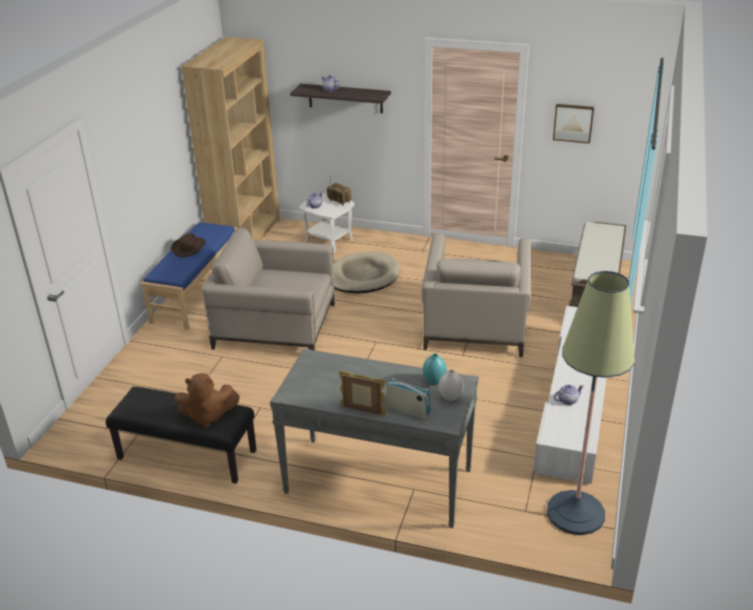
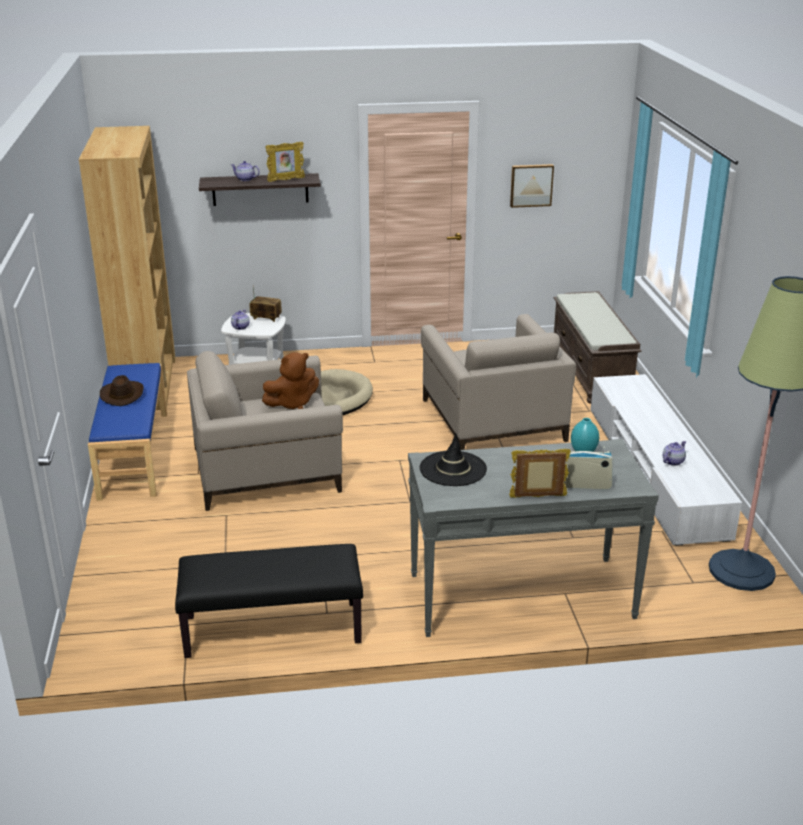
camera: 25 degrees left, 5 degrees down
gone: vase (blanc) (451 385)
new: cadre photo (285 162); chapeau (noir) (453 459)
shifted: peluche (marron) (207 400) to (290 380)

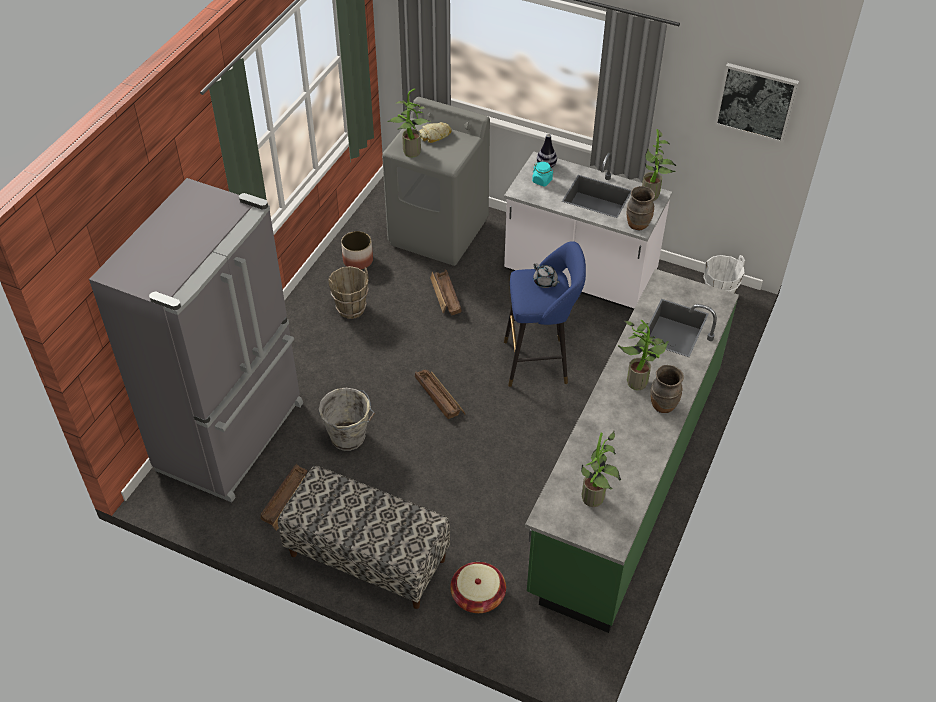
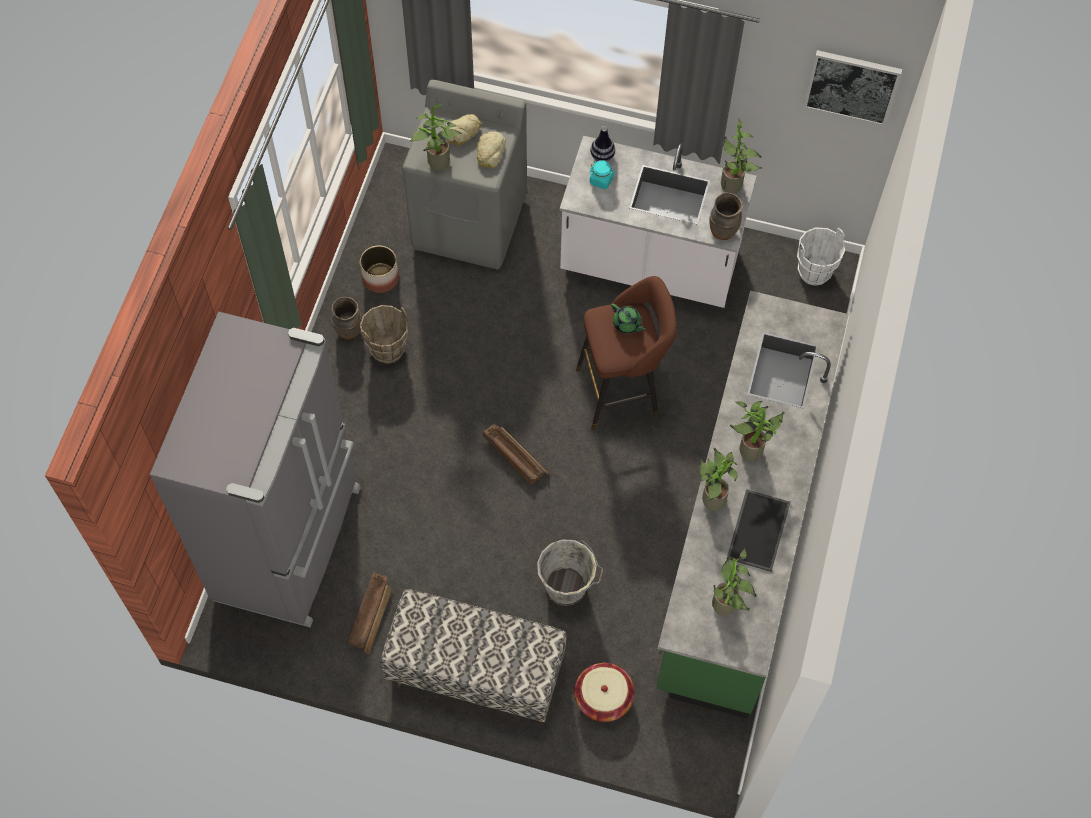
camera: 10 degrees left, 15 degrees up
gone: caisse (446 292)
new: pain (491 150); plante en pot (719 479); plateau (758 530)
shifted: seau (gris) (346 419) to (570 573); vase (marron) (667 389) to (347 318)
repainted: tabouret (bleu) (545 314) to tabouret (marron) (626 353); théière (gris) (546 275) to théière (vert) (628 319)

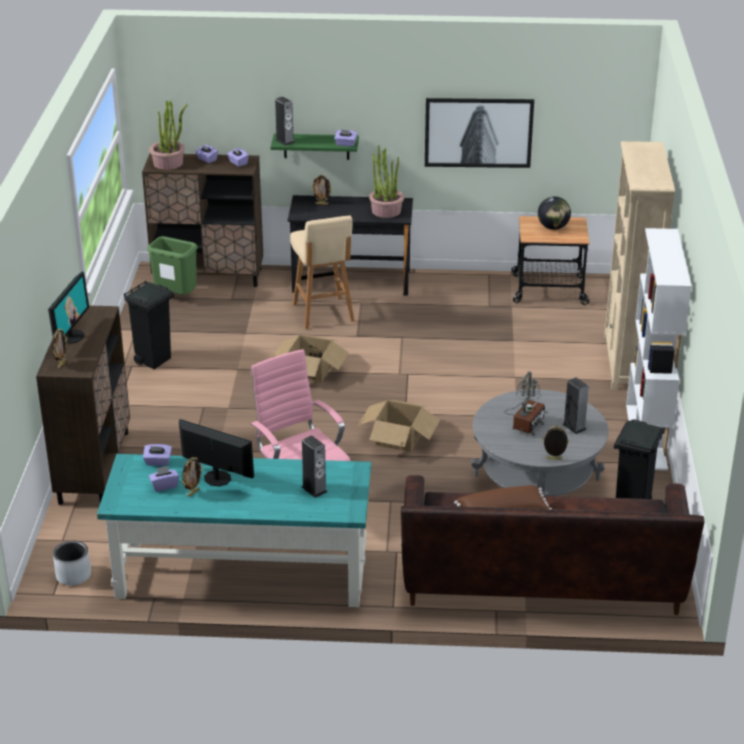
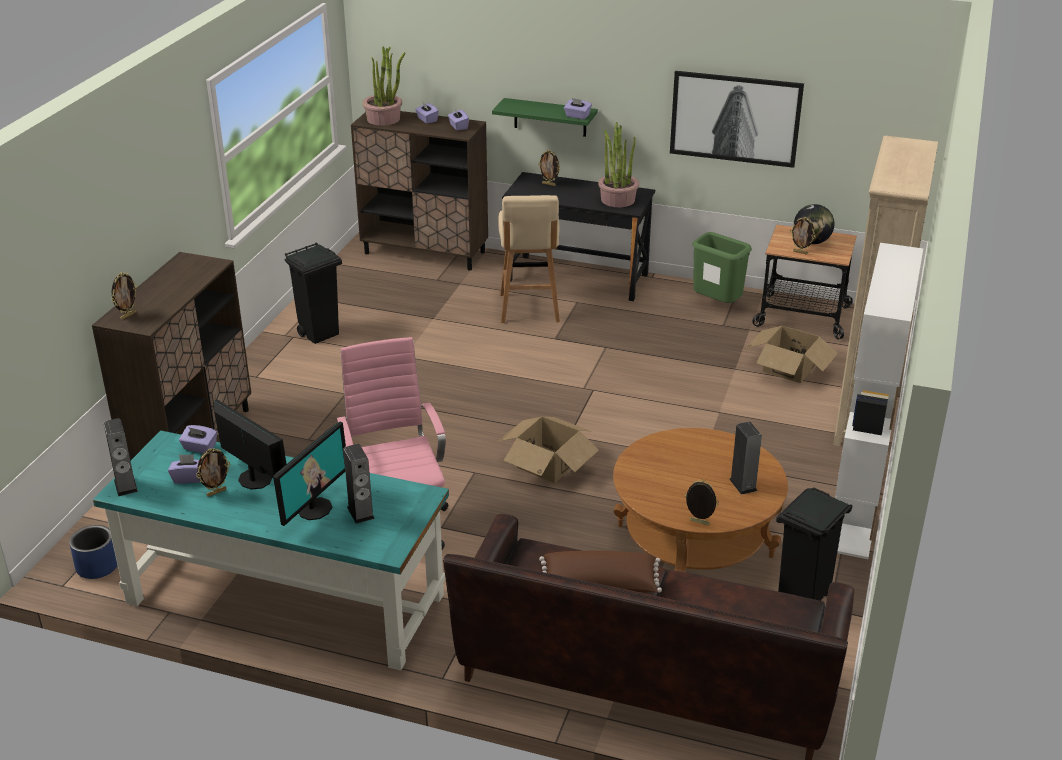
camera: 15 degrees right, 0 degrees up
gone: lampe de table (527 403)
new: cadre photo (803 236)
shifted: écran d'ordinateur (68 308) to (309 474); poubelle (vert) (172 265) to (722 267); carton (310 358) to (792 354); enceinte (285 121) to (120 457)
repainted: cache-pot (gris) (72 563) to cache-pot (bleu) (93 552); table basse (gris) (540 443) to table basse (marron) (700 500)

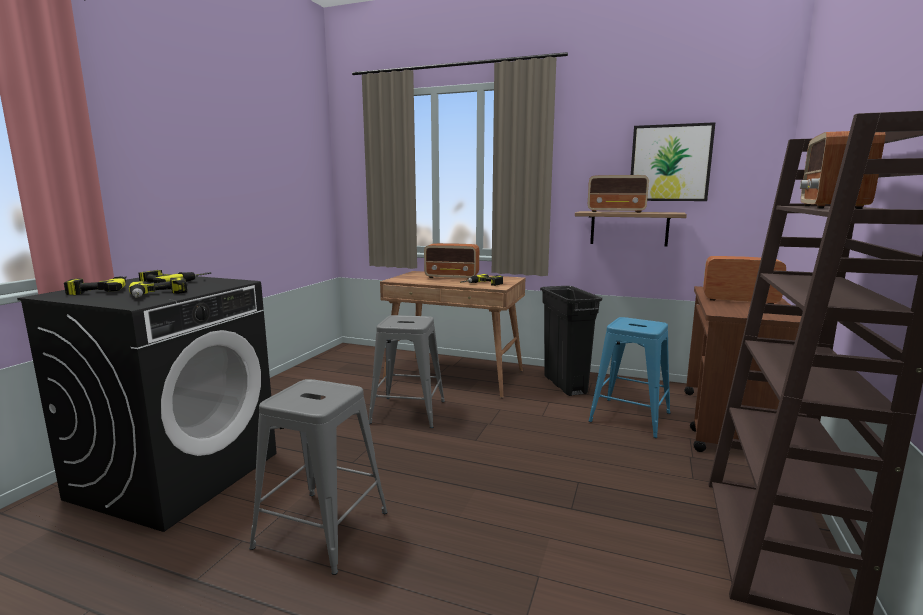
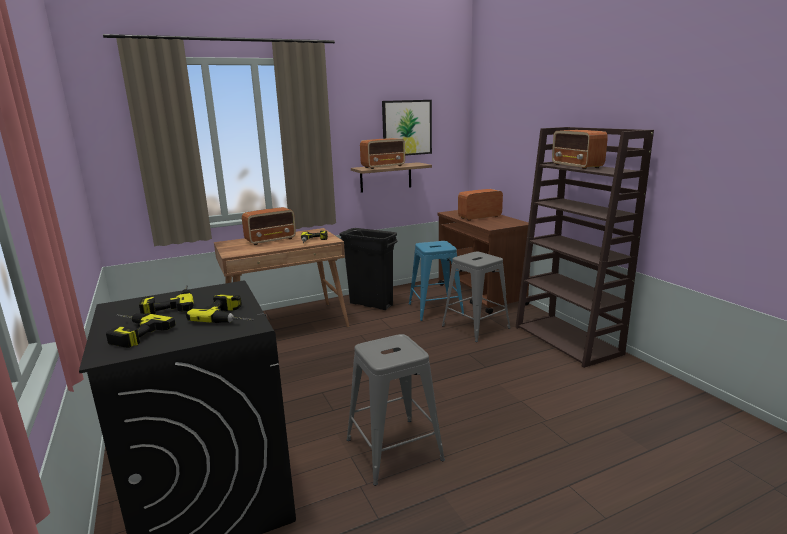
camera: 45 degrees left, 5 degrees up
shifted: tabouret (gris) (407 371) to (476 296)

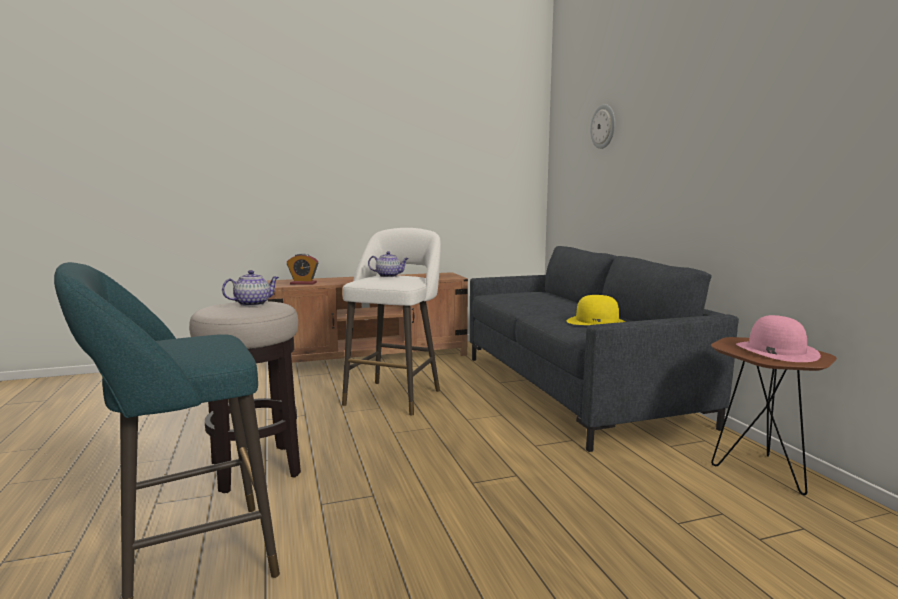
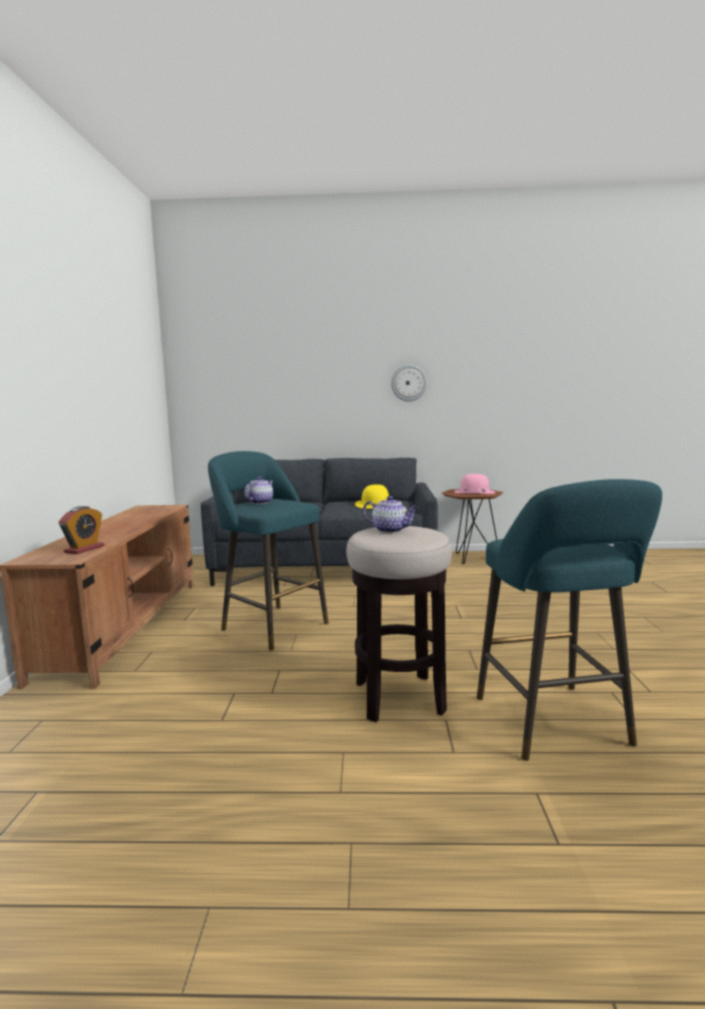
camera: 70 degrees left, 0 degrees up
shifted: horloge murale (602 126) to (409 383)
repainted: tabouret (blanc) (391 321) to tabouret (turquoise) (268 550)
rotated: théière (250 288) = (390 514) 135 degrees clockwise

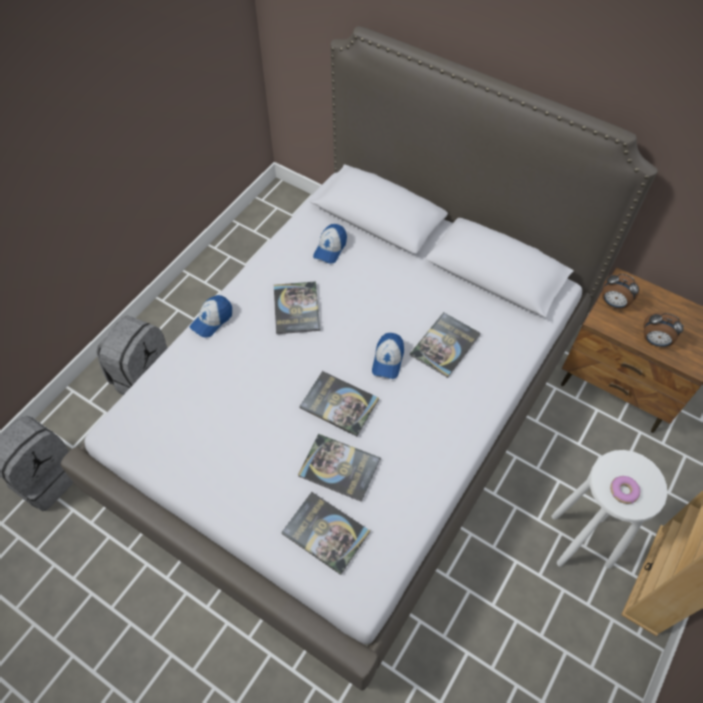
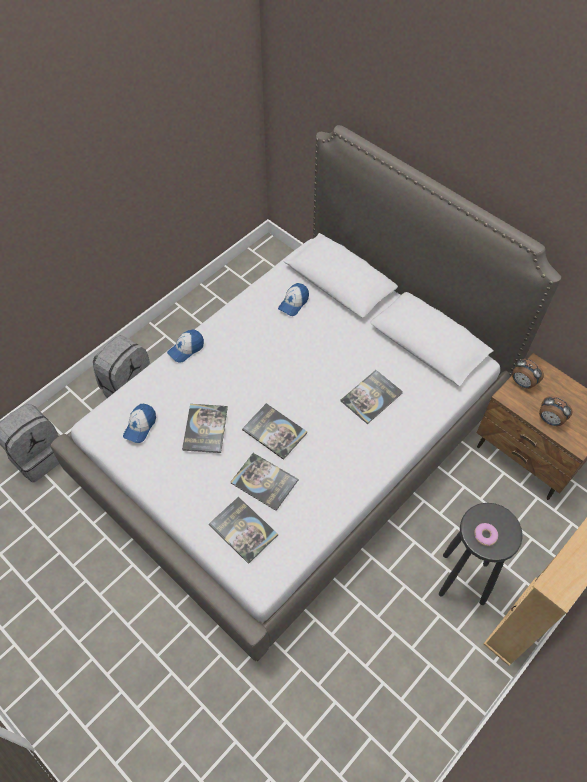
camera: 10 degrees right, 0 degrees up
shifted: livre (297 307) to (205 428); casquette (388 356) to (139 423)
repainted: tabouret (blanc) (609 509) to tabouret (noir) (481 554)

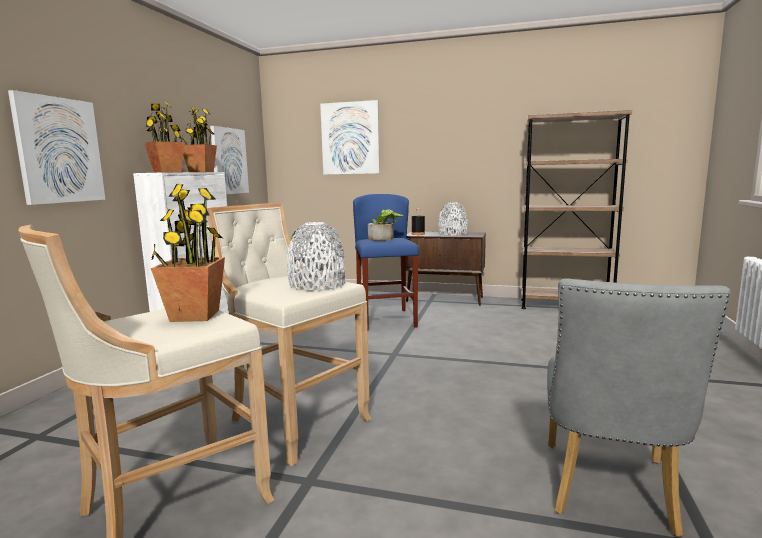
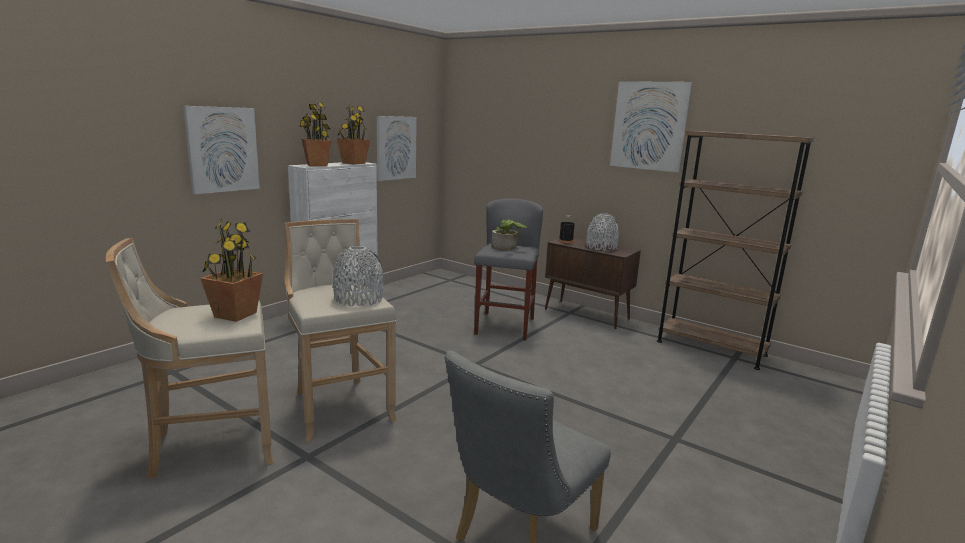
camera: 20 degrees right, 5 degrees up
shifted: tableau (350 137) to (651 127)
repainted: tabouret (bleu) (386 262) to tabouret (gris) (508 269)

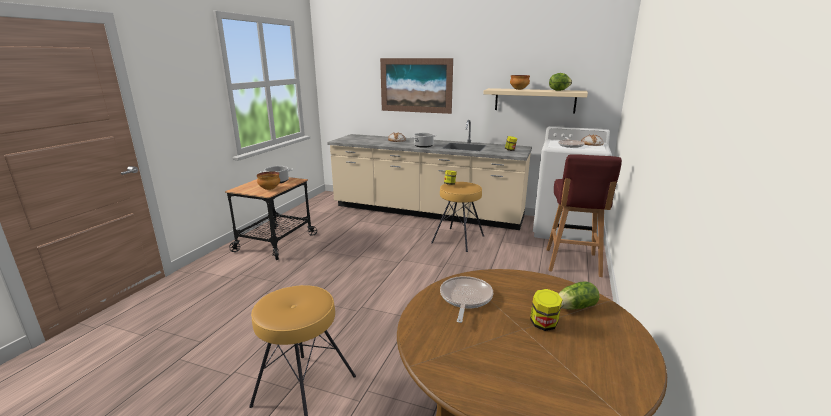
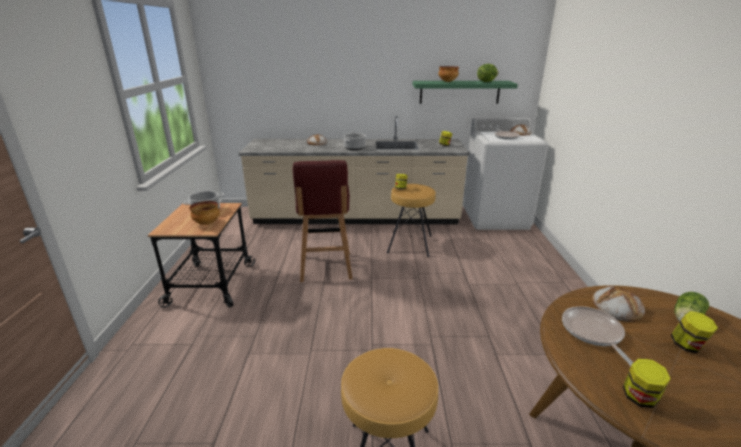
camera: 20 degrees left, 5 degrees up
gone: tableau (416 86)
new: pain (618 304); bocal (647 383)
shifted: tabouret (rouge) (584 215) to (323 221)
repainted: étagère (beige) (536 100) to étagère (vert) (465 92)

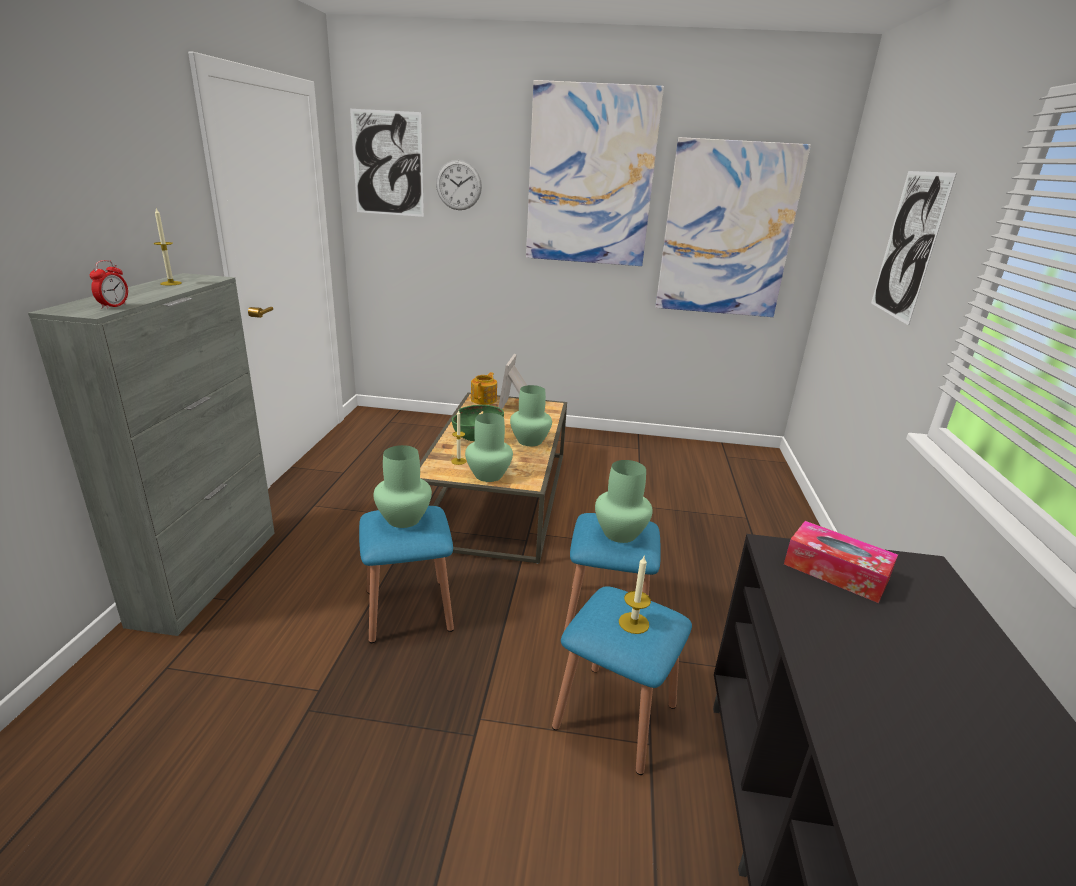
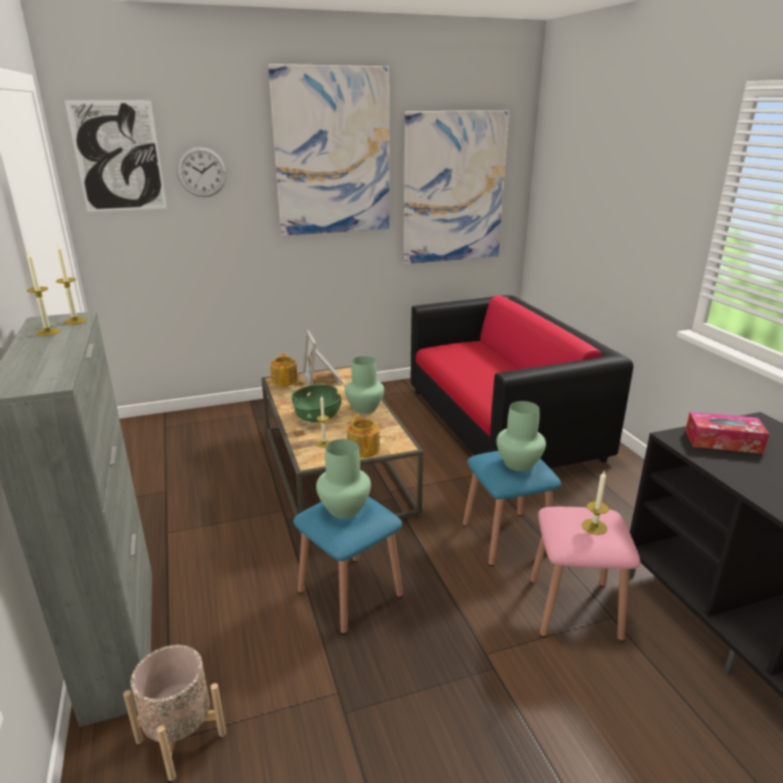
camera: 25 degrees left, 0 degrees up
gone: réveil (109 284); tableau (914 248)
new: bougie (71 284); cache-pot (beige) (174 713); canapé (522 381)
swapped: vase (vert) (489 447) to théière (363 436)
repainted: tabouret (bleu) (622 680) to tabouret (rose) (585 574)

